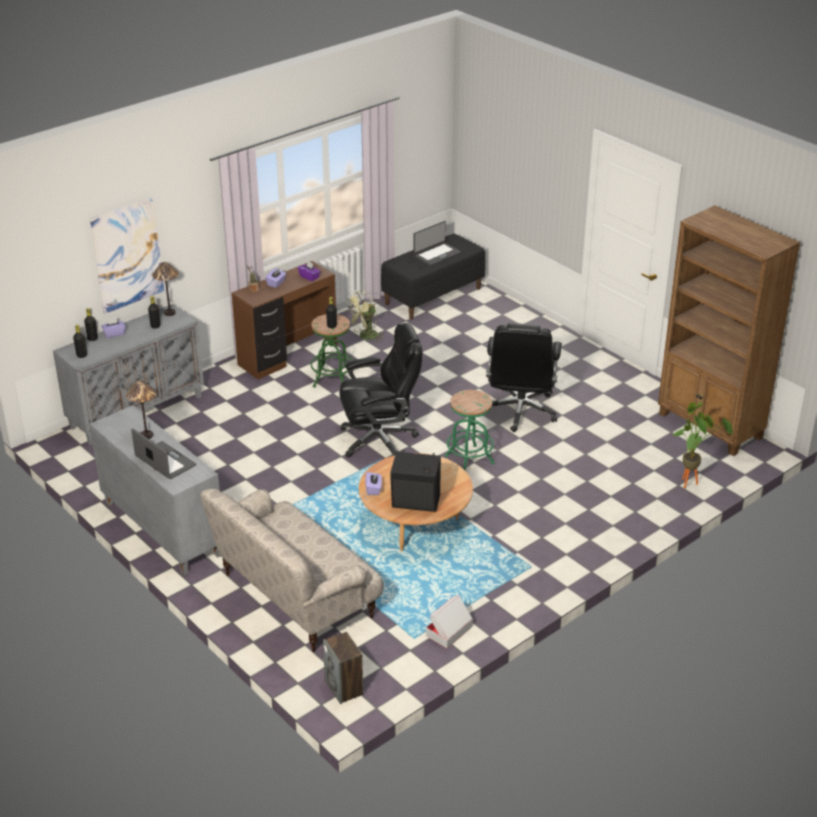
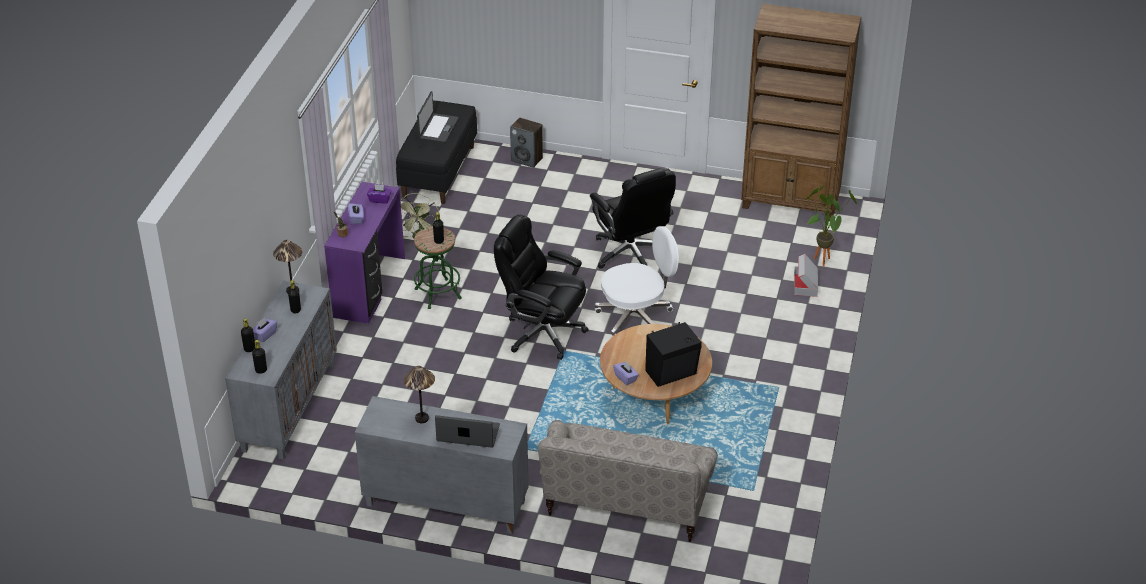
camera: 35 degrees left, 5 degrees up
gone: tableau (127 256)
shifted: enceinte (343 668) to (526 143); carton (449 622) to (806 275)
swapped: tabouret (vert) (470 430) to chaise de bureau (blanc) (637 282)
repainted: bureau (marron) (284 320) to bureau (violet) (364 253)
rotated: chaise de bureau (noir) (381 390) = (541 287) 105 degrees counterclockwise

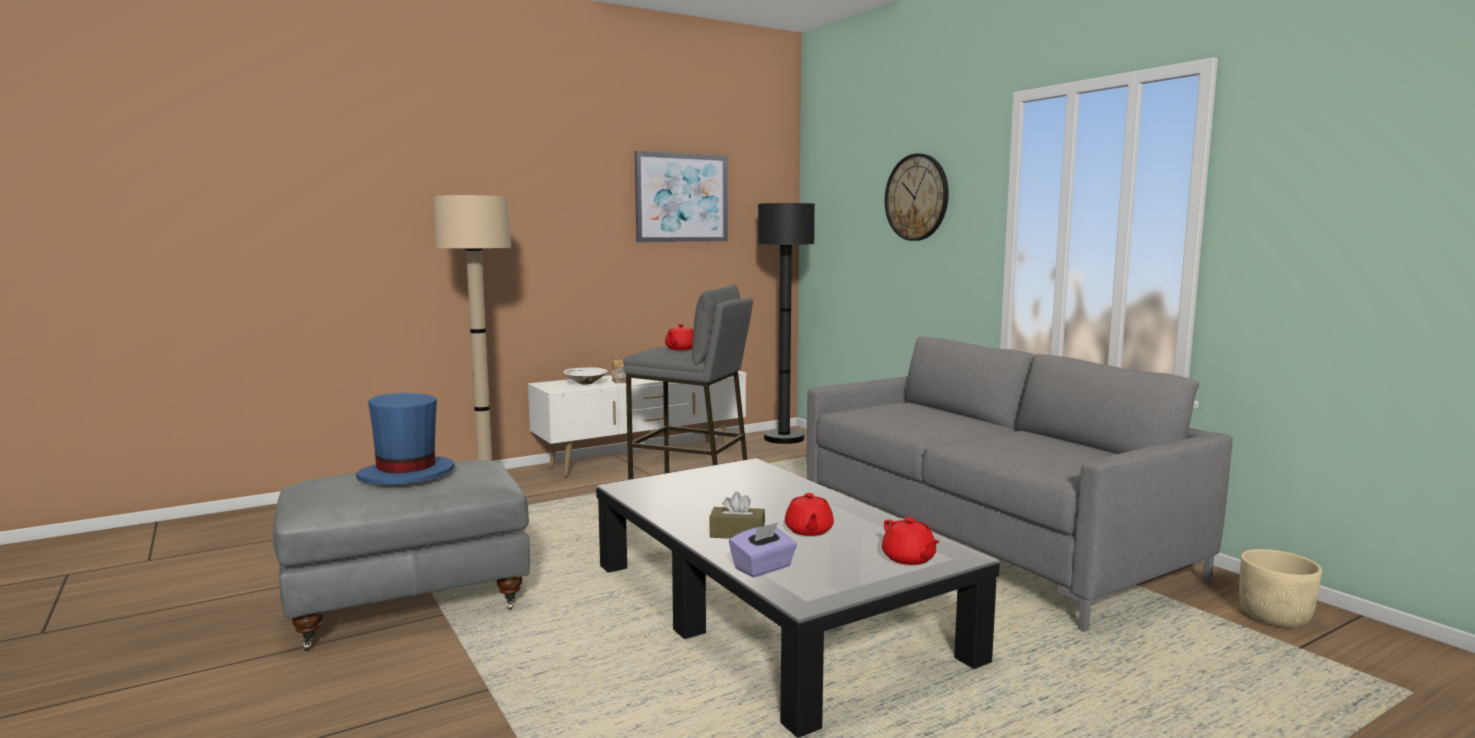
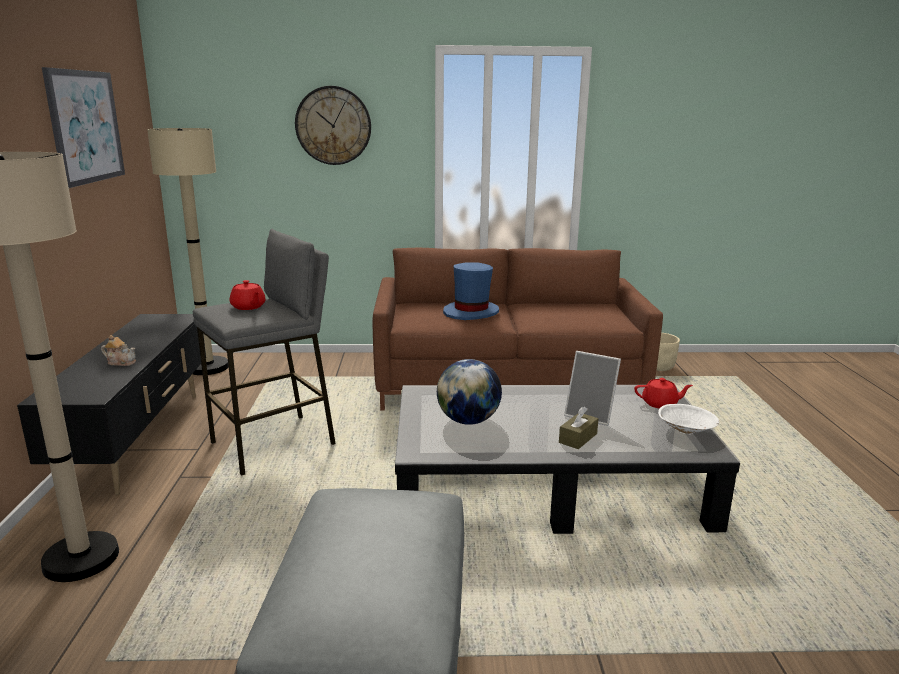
camera: 60 degrees left, 10 degrees up
gone: boîte à mouchoirs (violet) (763 550)
new: globe (469 392)
shifted: chapeau (bleu) (405 439) to (471 291); bol (blanc) (586 376) to (688 419)
swapped: théière (rouge) (809 514) to cadre photo (592 388)
repainted: meuble télé (blanc) (637 424) to meuble télé (noir) (111 404); lampadaire (noir) (786 323) to lampadaire (beige) (188 251); canapé (gris) (1020 484) to canapé (marron) (518 329)

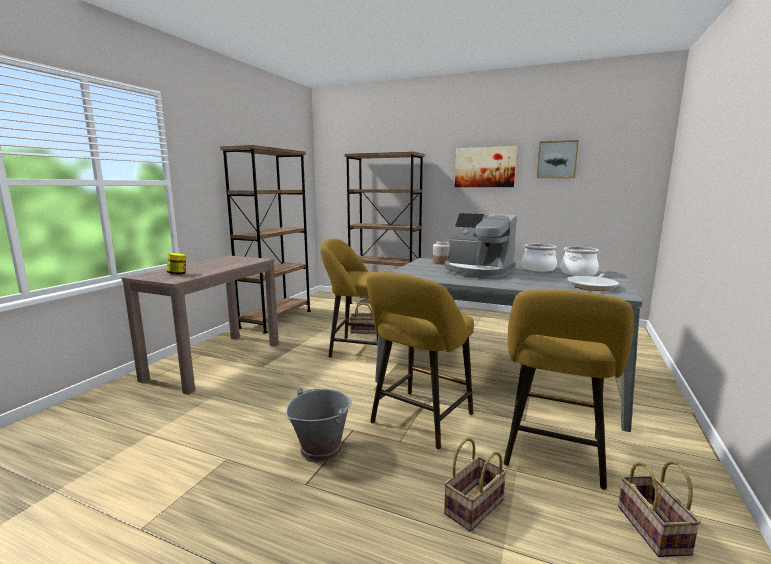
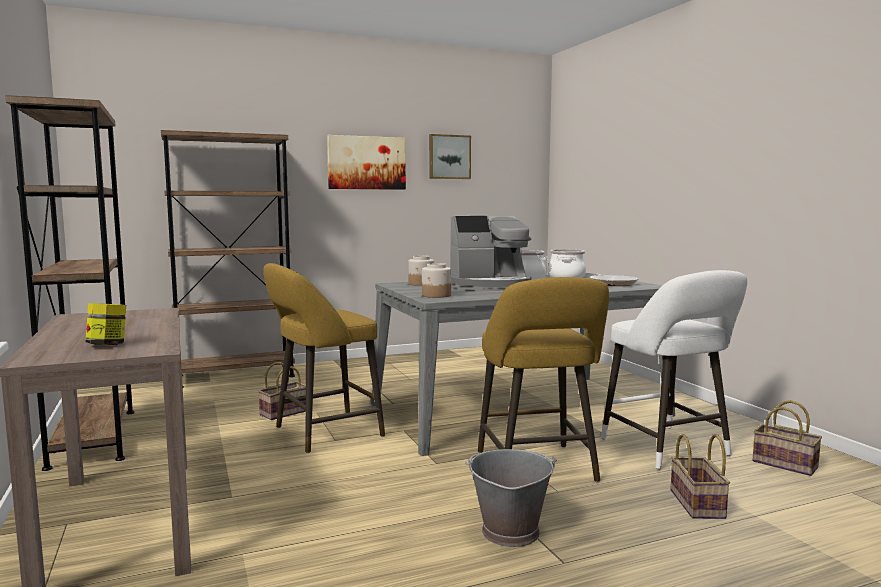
camera: 45 degrees left, 5 degrees down
new: bocal (436 280)
repainted: tabouret (jaune) (568 390) to tabouret (blanc) (674 370)

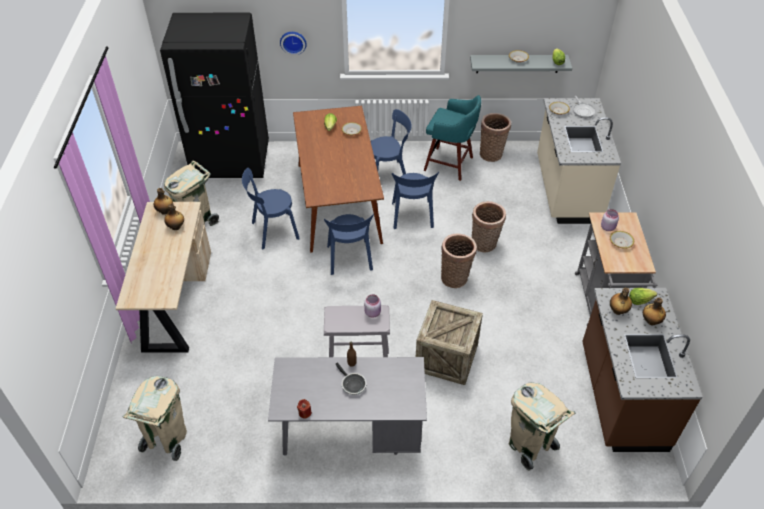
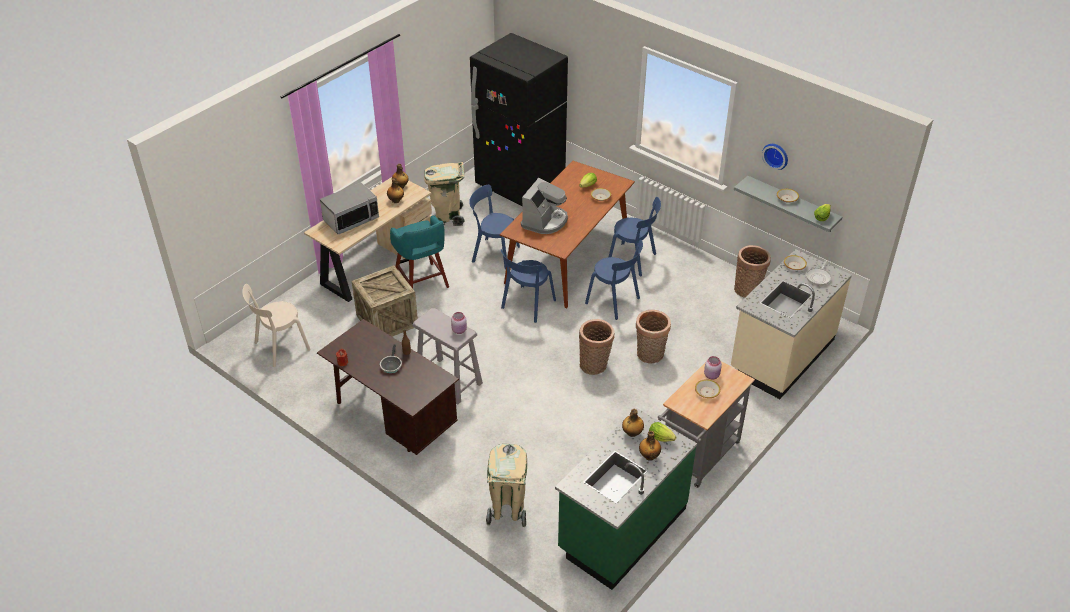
camera: 40 degrees right, 5 degrees down
new: micro-ondes (349 208); machine à café (544 206)
shifted: horloge murale (293 43) to (775 157); caisse (449 342) to (384 301); tabouret (turquoise) (452 138) to (419 251)
swapped: poubelle (beige) (155 418) to chaise (beige) (276 325)
repainted: bureau (gris) (347 406) to bureau (marron) (388 387); comptoir de cuisine (marron) (642 370) to comptoir de cuisine (vert) (626 499)
rotated: chaise (bleu) (415 200) = (614 280) 90 degrees counterclockwise

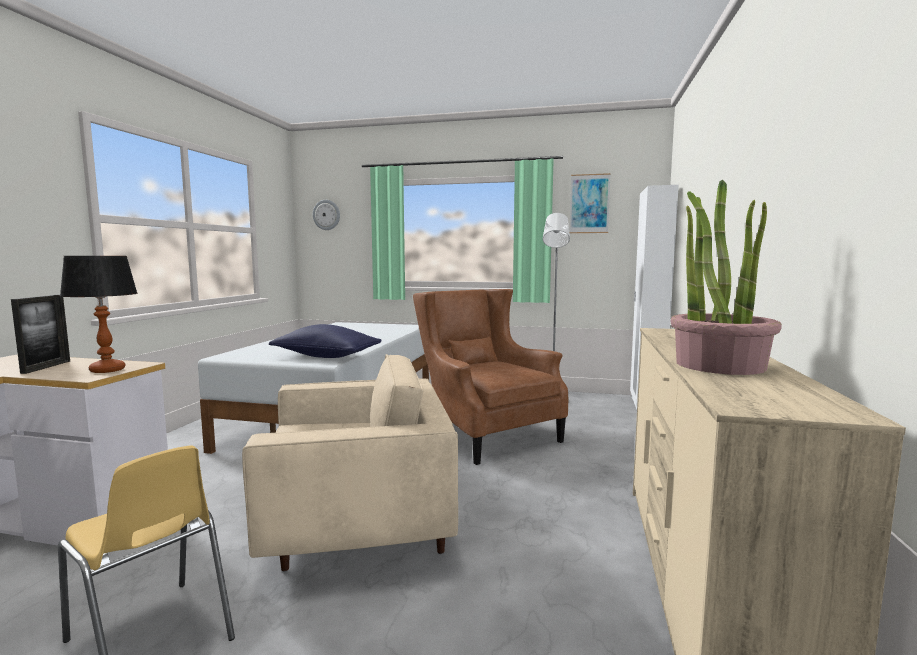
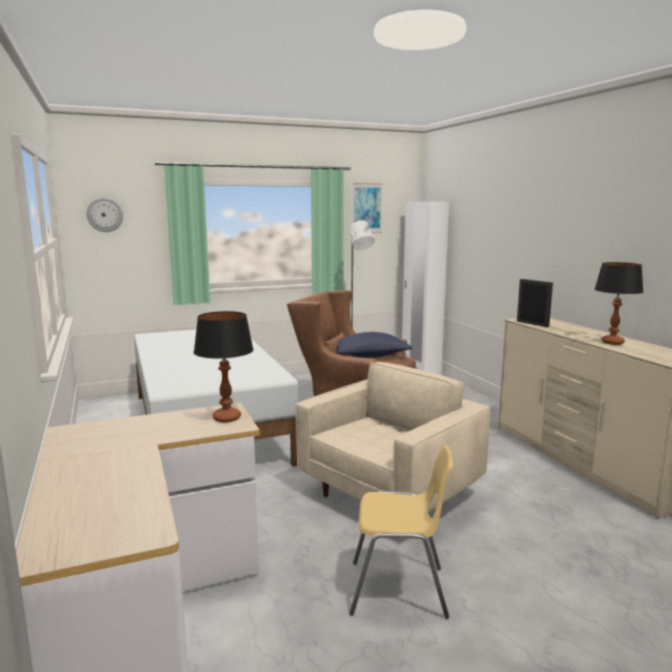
camera: 35 degrees left, 5 degrees up
shifted: cadre photo (40 334) to (535 303); coussin (bleu) (325 341) to (374 345)
swapped: plante en pot (726 277) to lampe de table (619 303)

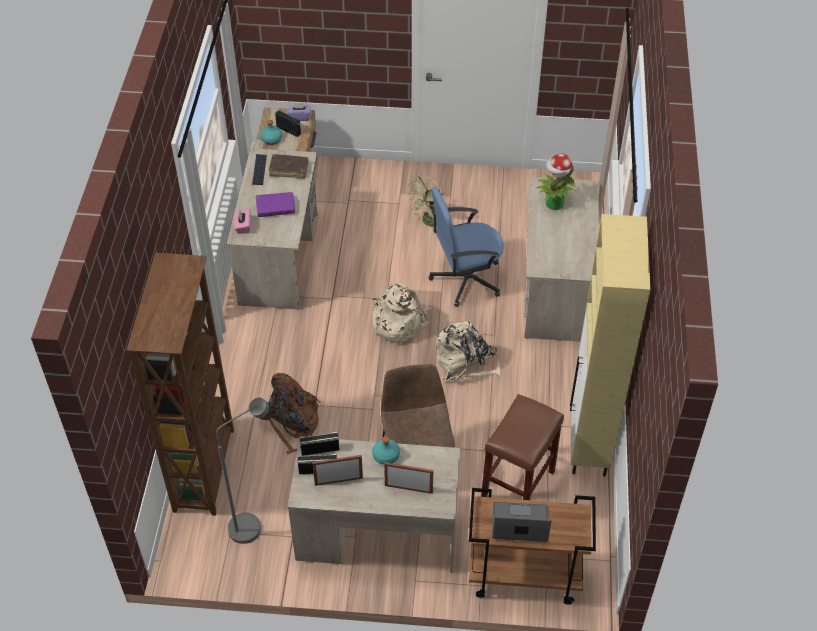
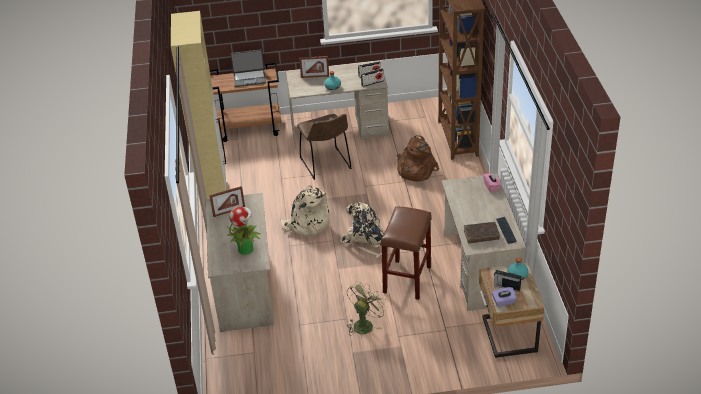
camera: 170 degrees right, 10 degrees down
gone: lampadaire (gris) (242 471); livre (violet) (275 204); chaise de bureau (bleu) (466 247)
shifted: cadre photo (337 470) to (227 201); tabouret (marron) (522 447) to (406 253)

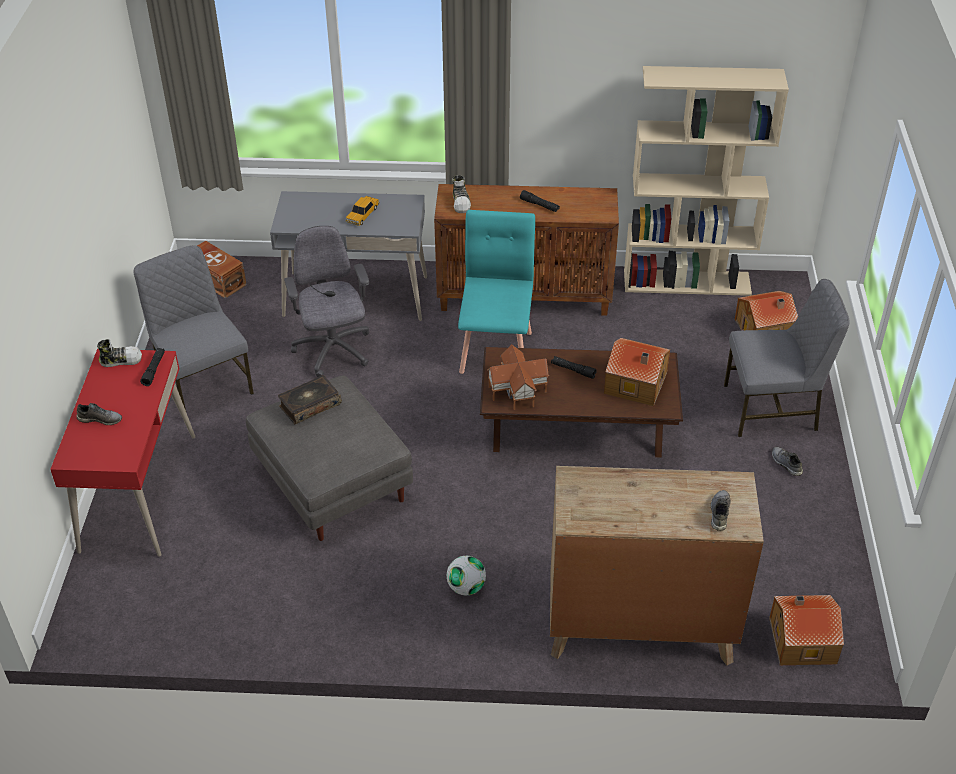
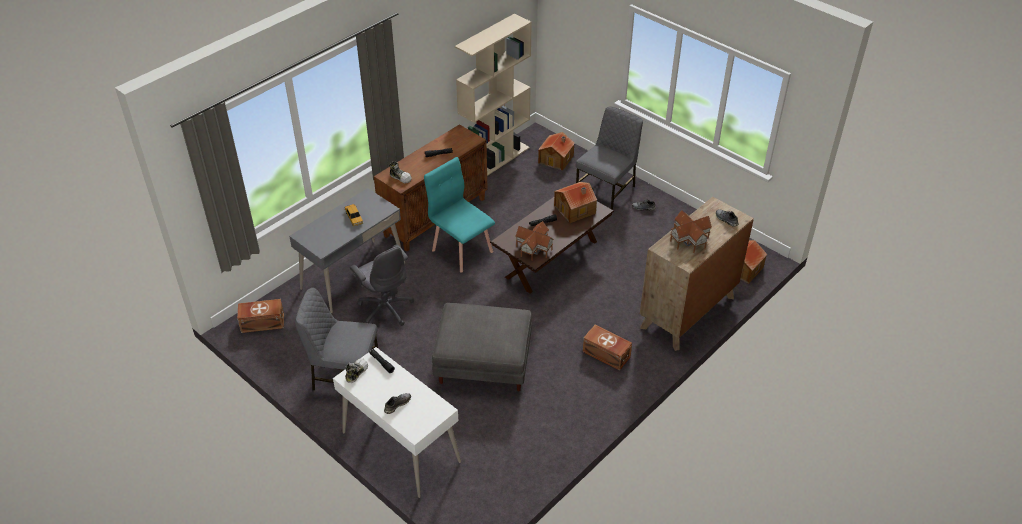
camera: 50 degrees left, 0 degrees up
gone: livre (310 399)
new: maison miniature (691 231)
swapped: ballon de foot (466 575) to boîte de rangement (marron) (607 348)
repainted: bureau (rouge) (122 453) to bureau (blanc) (397 422)
rotated: chaise de bureau (gris) (327 301) = (382 285) 150 degrees counterclockwise

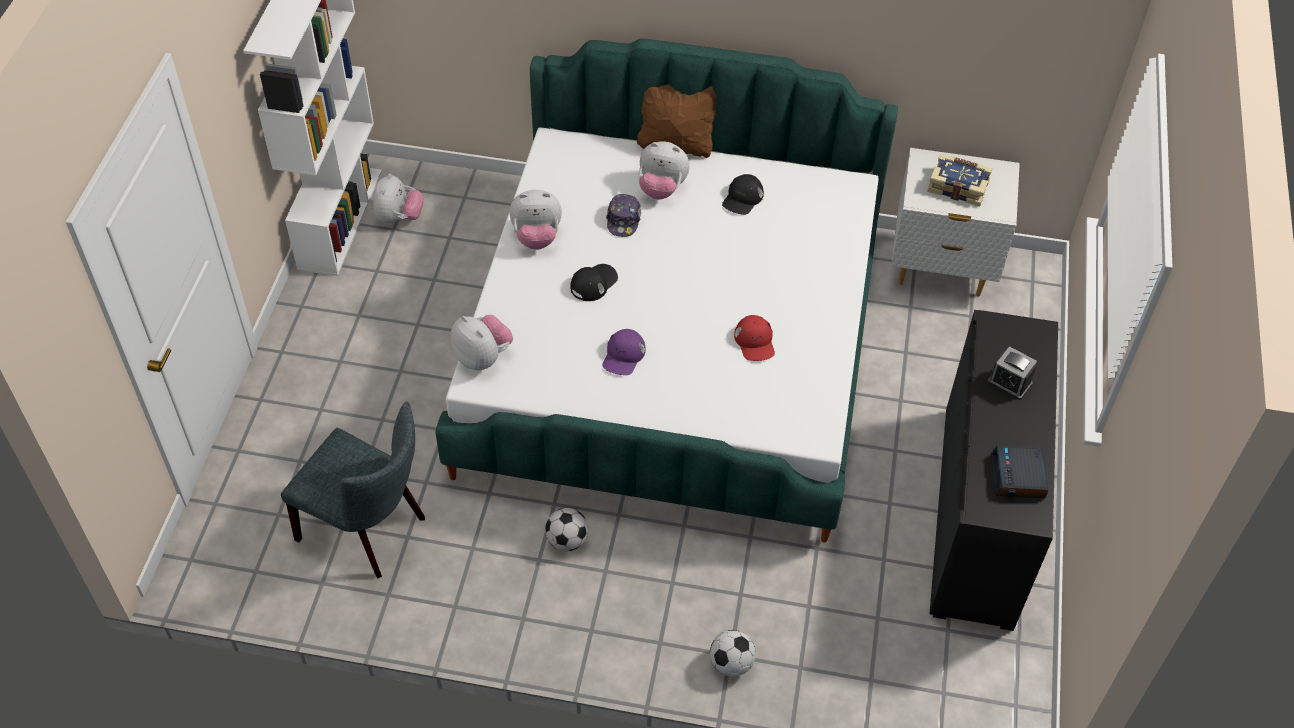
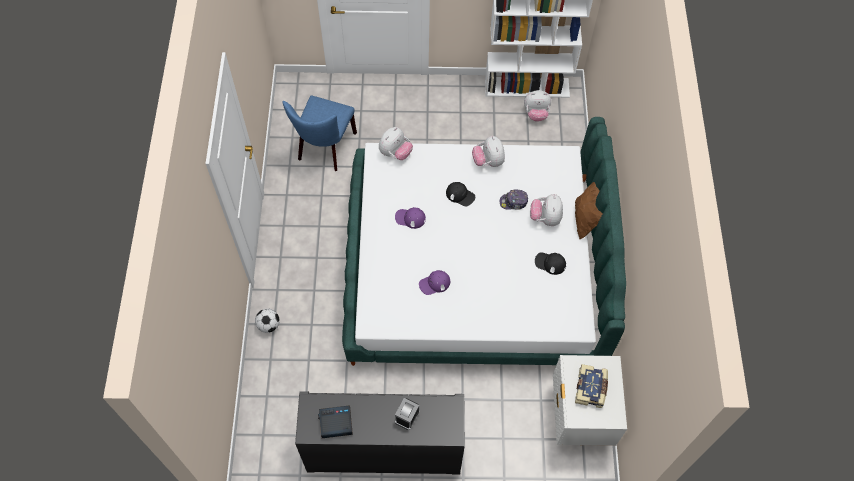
camera: 80 degrees right, 10 degrees up
gone: ballon de foot (566 529)
repainted: chaise (gris) (353 490) to chaise (bleu) (320 133); casquette (rouge) (754 338) to casquette (violet) (434 282)

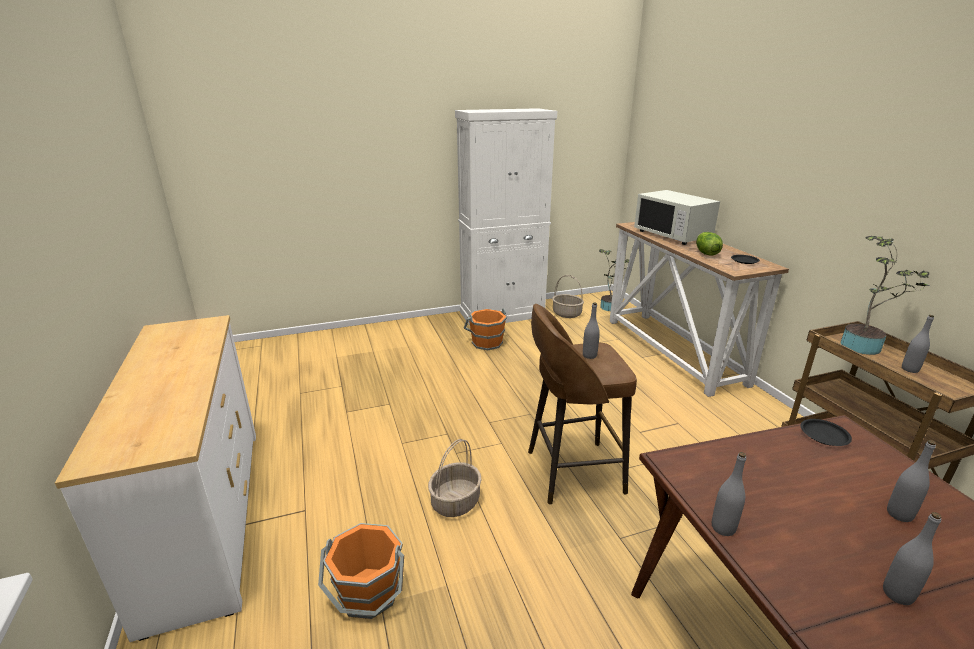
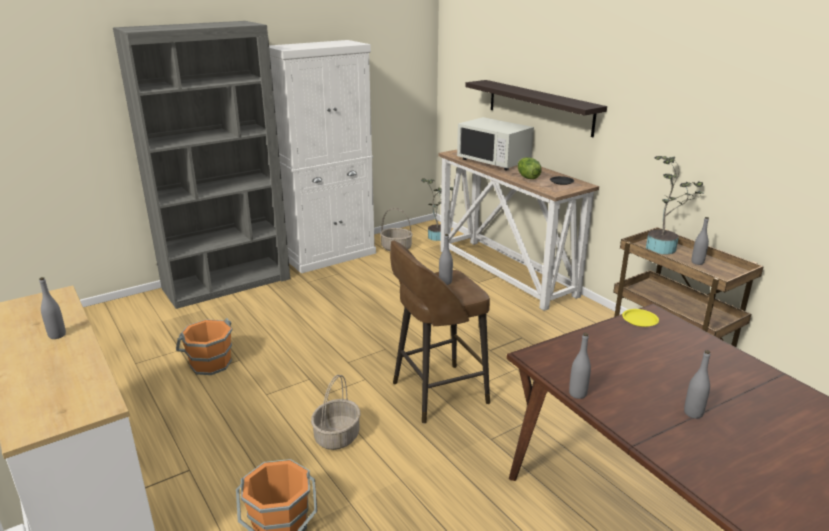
camera: 15 degrees left, 0 degrees up
new: bibliothèque (gris) (201 165); étagère (536 108)
shifted: seau (orange) (485 329) to (204 346); bouteille (gris) (911 481) to (52 308)
repainted: assiette (noir) (826 432) to assiette (jaune) (640 318)

